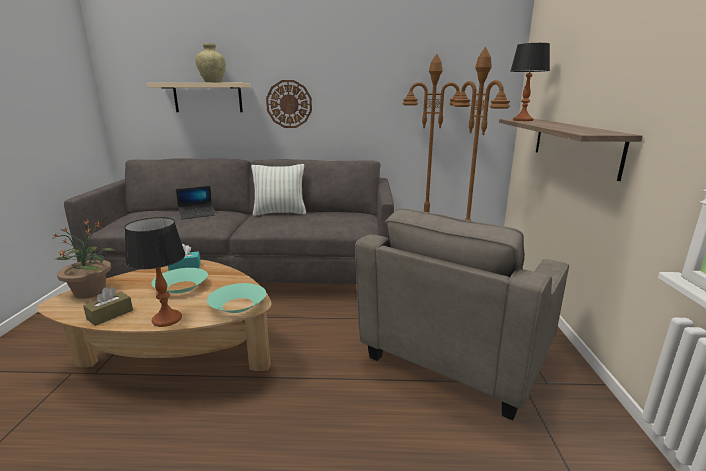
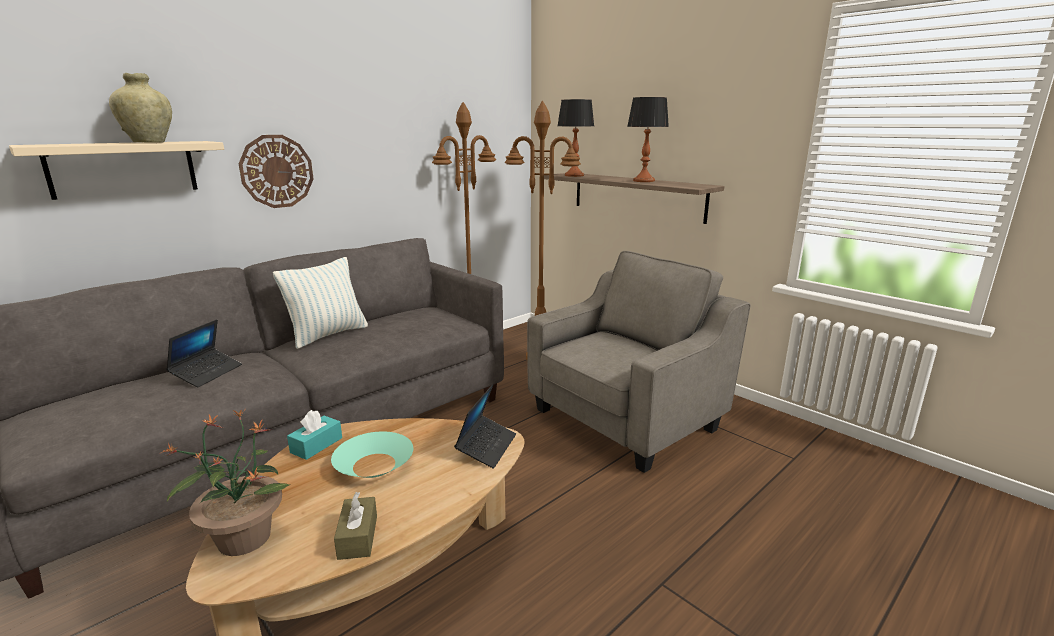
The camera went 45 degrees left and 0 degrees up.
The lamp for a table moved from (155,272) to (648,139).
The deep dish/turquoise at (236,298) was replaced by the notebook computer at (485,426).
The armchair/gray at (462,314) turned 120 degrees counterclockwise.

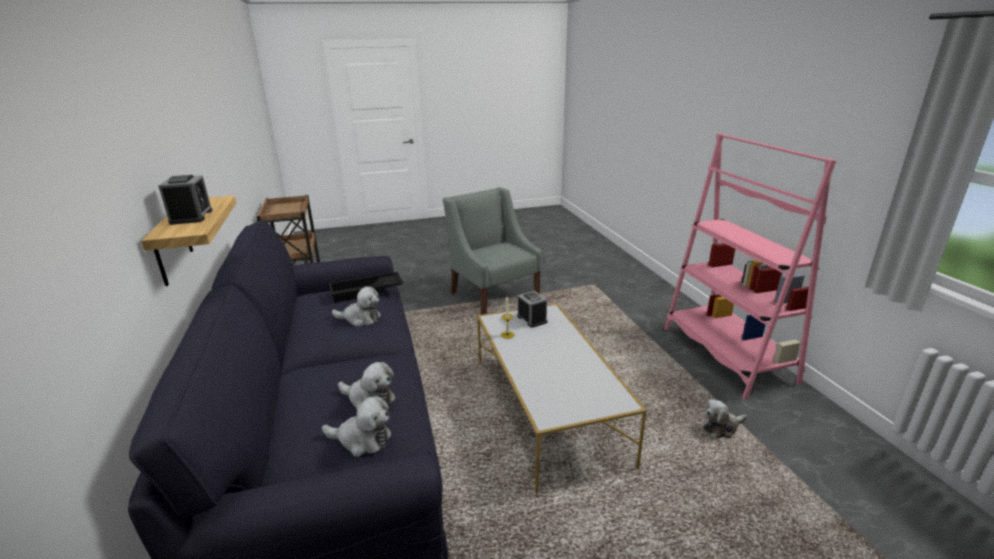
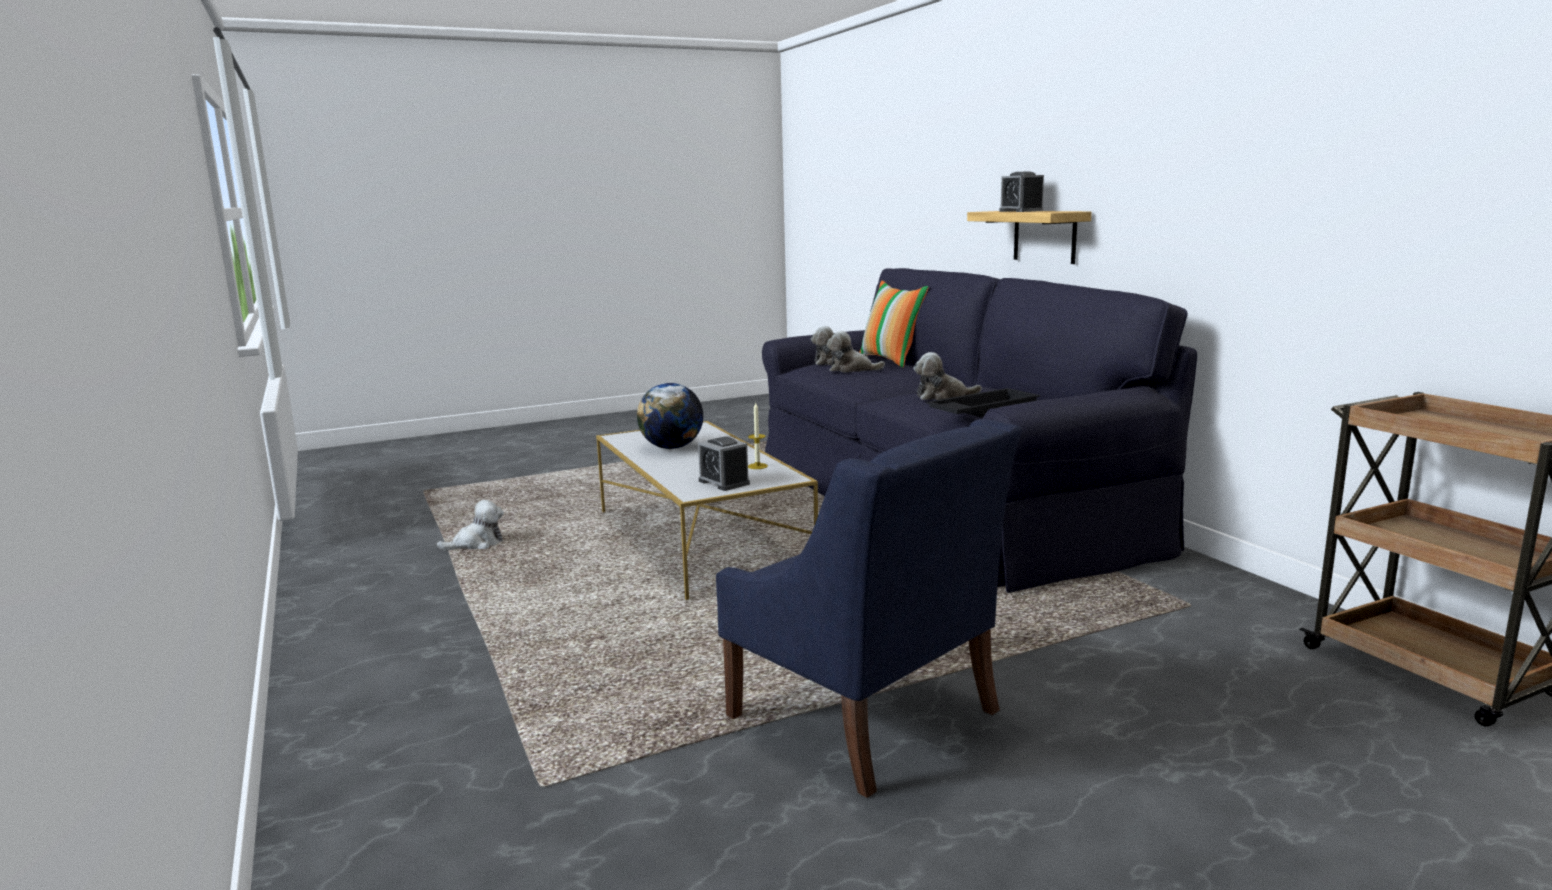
The camera went 170 degrees right and 10 degrees down.
The bookcase/pink-coloured at (750,266) disappeared.
The globe at (670,416) appeared.
The pillow at (894,324) appeared.
The armchair/gray at (492,251) became the armchair/bluish at (869,608).

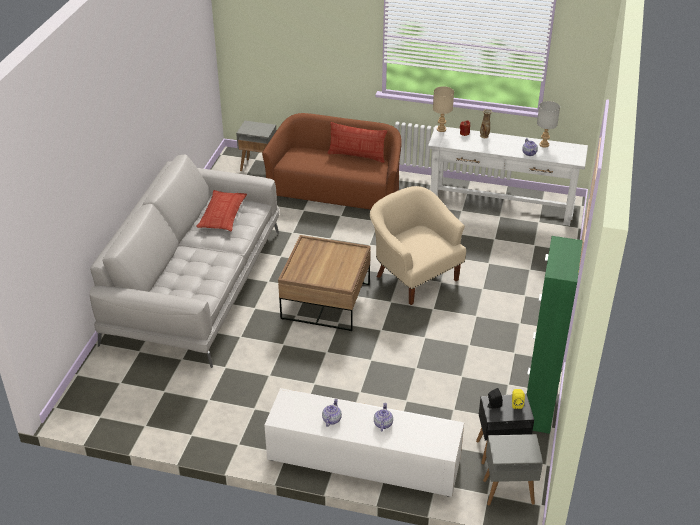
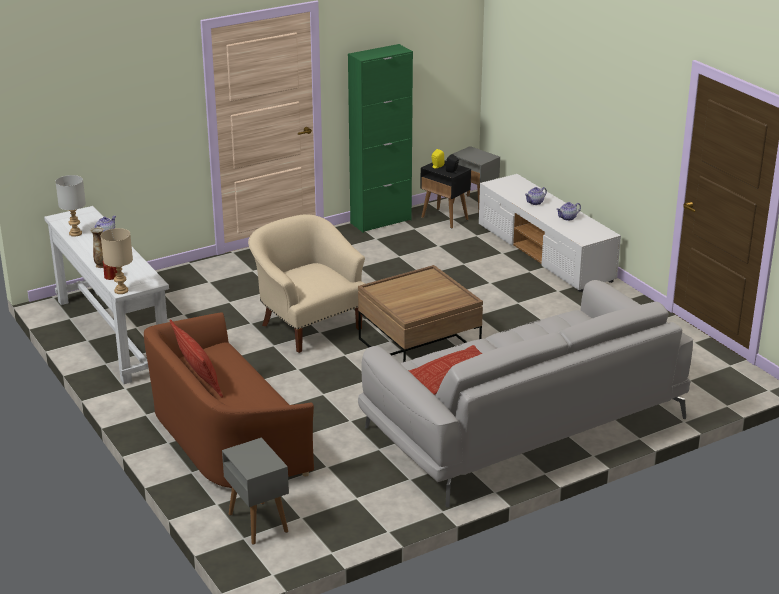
The camera went 135 degrees left and 10 degrees down.
The armchair/beige-coloured at (418,245) turned 135 degrees clockwise.

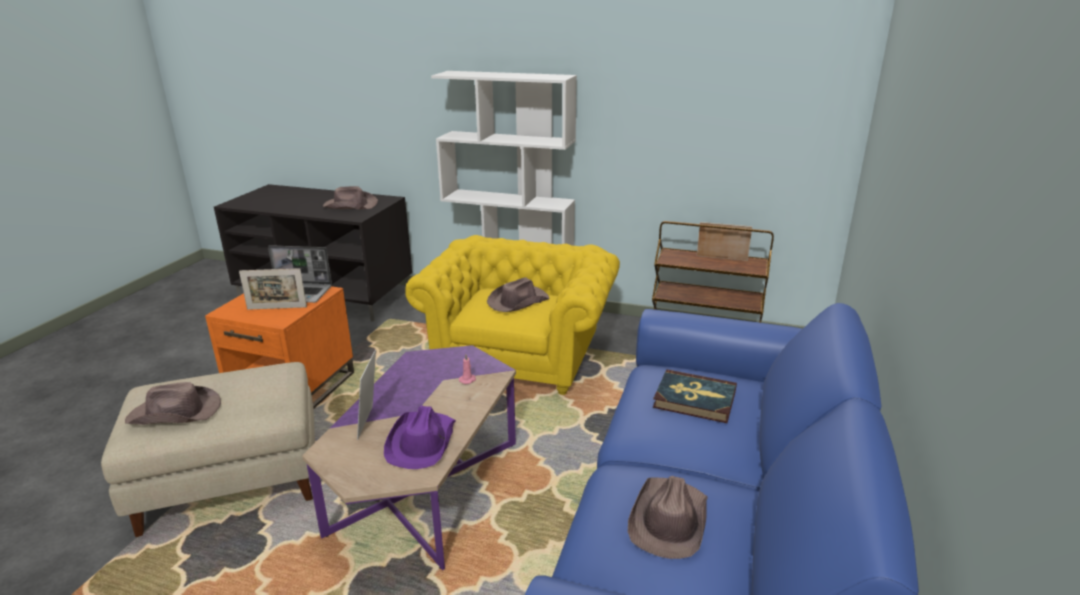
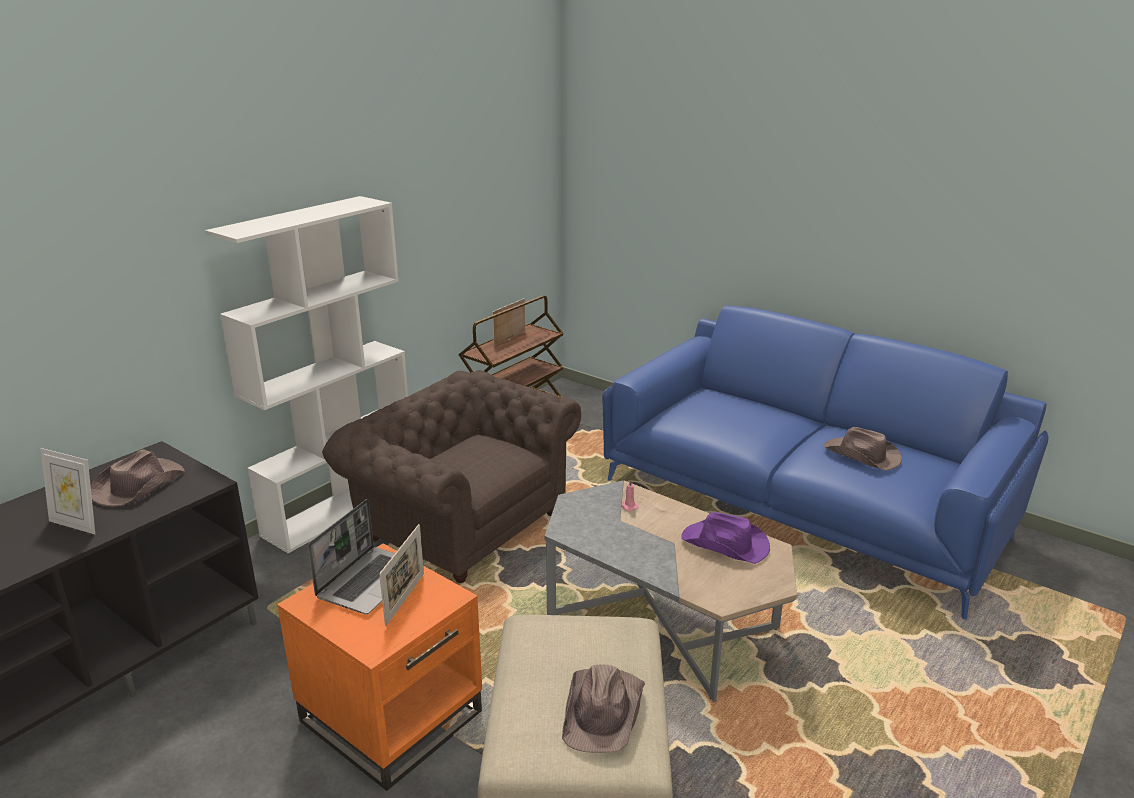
The camera went 70 degrees left and 0 degrees up.
The clothing hat/brownish at (518,294) disappeared.
The book at (695,396) disappeared.
The photo frame moved from (366,394) to (68,491).
The coffee table/purple-coloured at (409,457) became the coffee table/gray at (671,591).
The armchair/yellow-coloured at (512,315) became the armchair/brownish at (451,476).

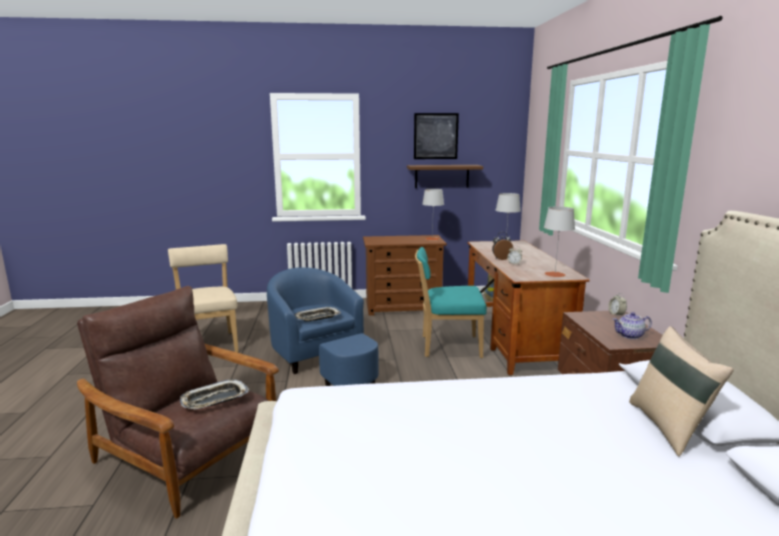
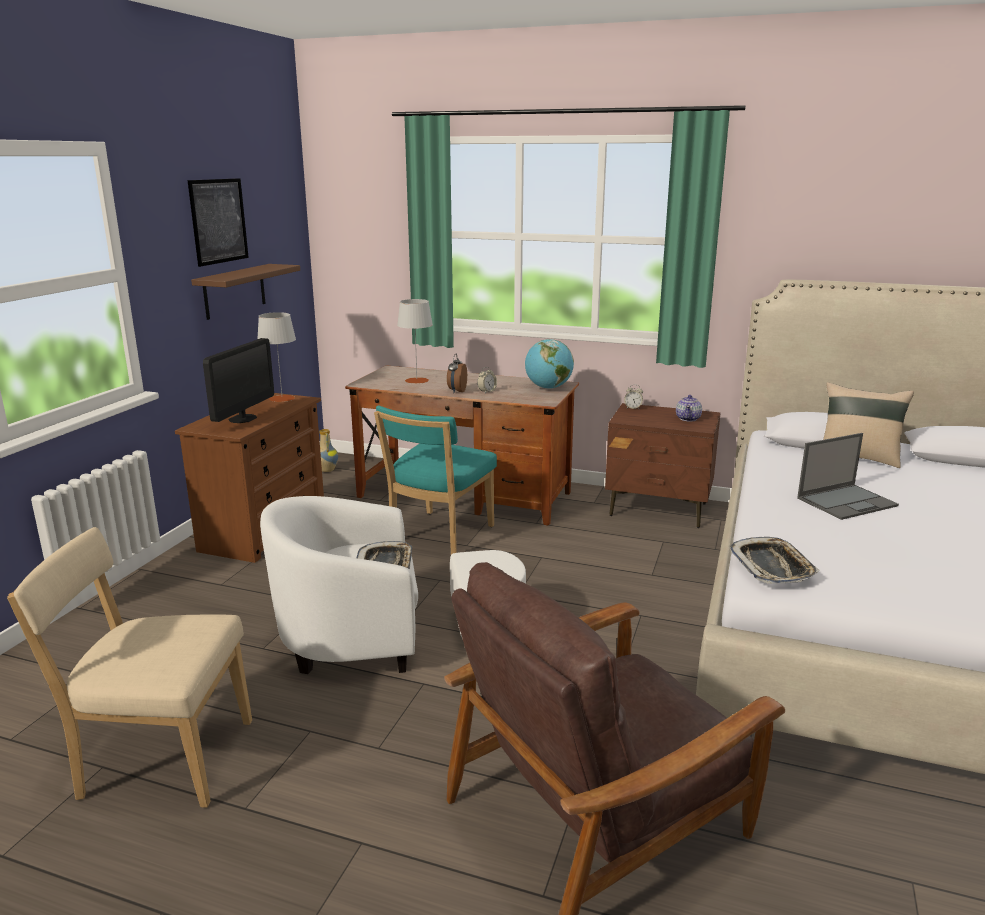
The camera went 65 degrees left and 5 degrees up.
The monitor at (238,380) appeared.
The notebook computer at (848,476) appeared.
The tray moved from (214,394) to (774,560).
The lamp for a table/gray at (559,241) was replaced by the globe at (549,364).
The armchair/bluish at (323,326) became the armchair/white-coloured at (393,585).

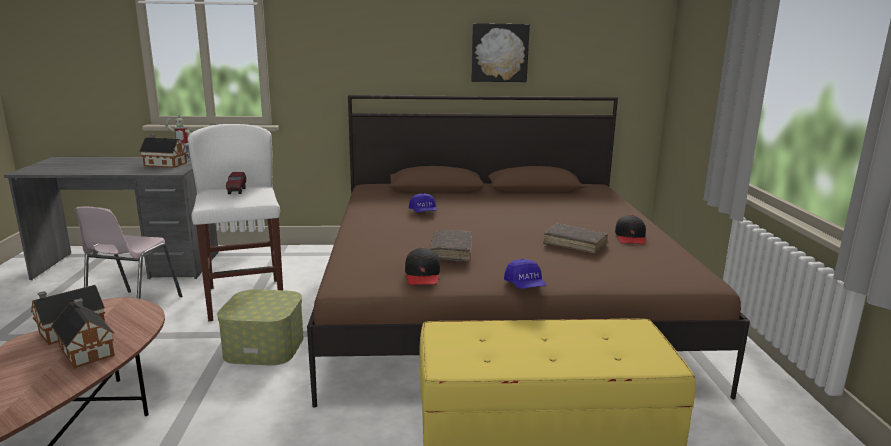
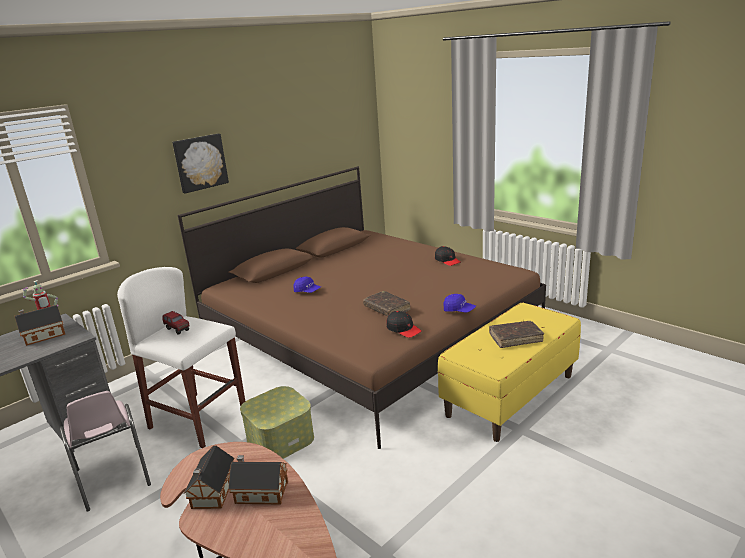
The camera went 40 degrees left and 5 degrees up.
The wall picture moved from (500,52) to (200,163).
The book/brownish moved from (575,238) to (516,334).

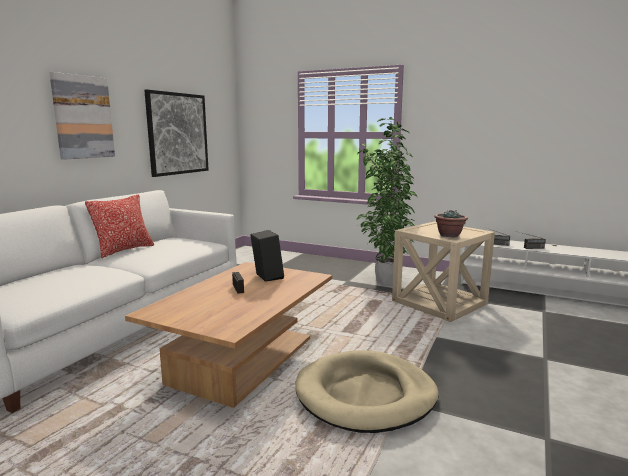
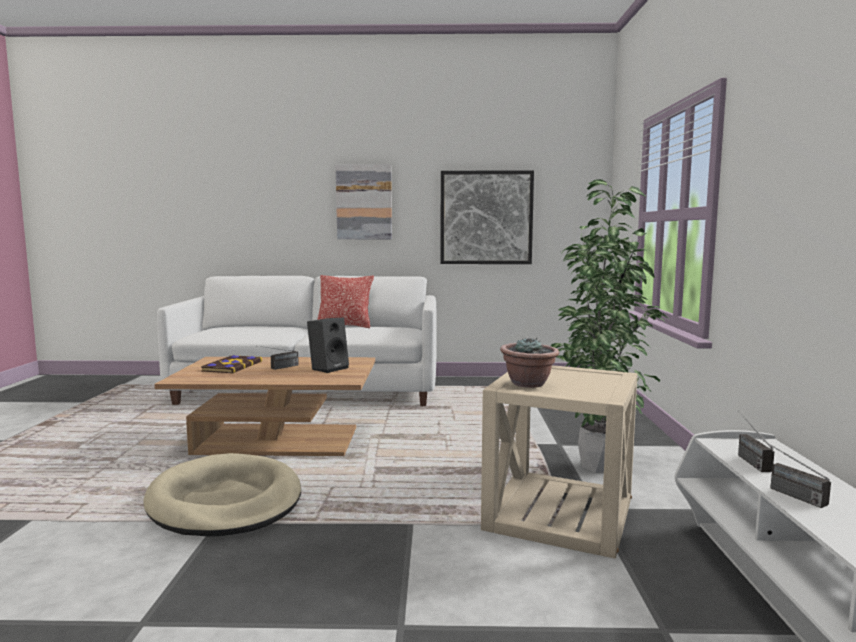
The camera went 65 degrees right and 5 degrees down.
The book at (231,364) appeared.

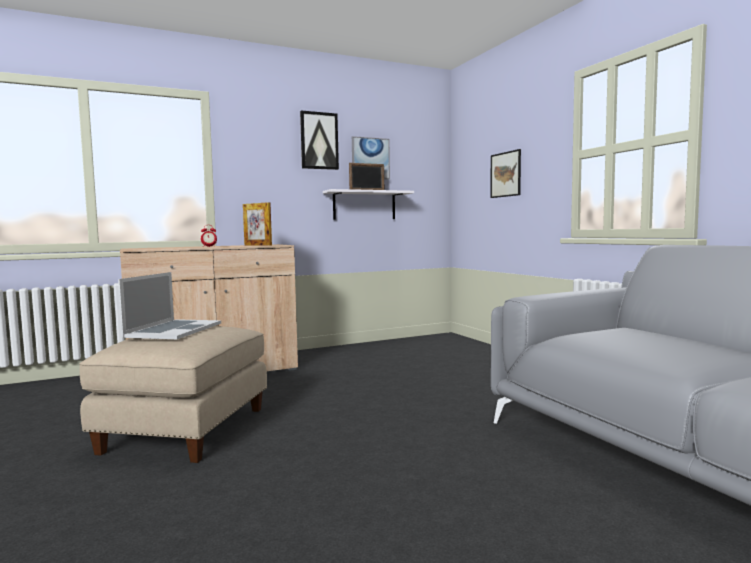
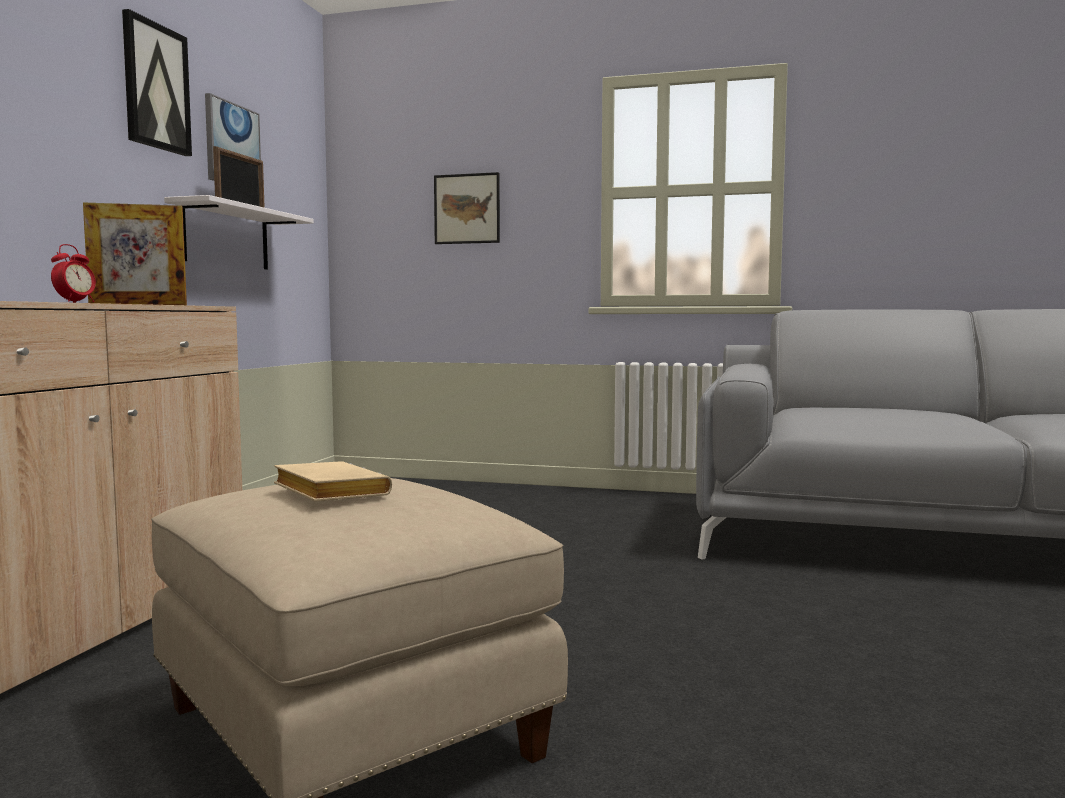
The camera went 50 degrees left and 0 degrees up.
The notebook computer at (169,305) was replaced by the book/beige-coloured at (333,481).

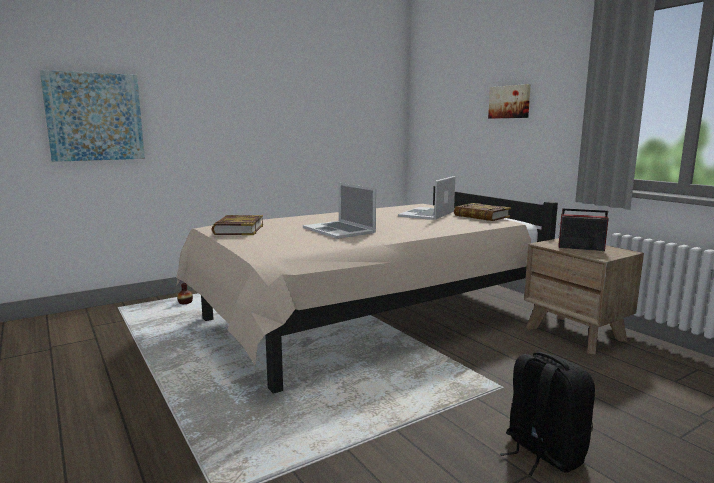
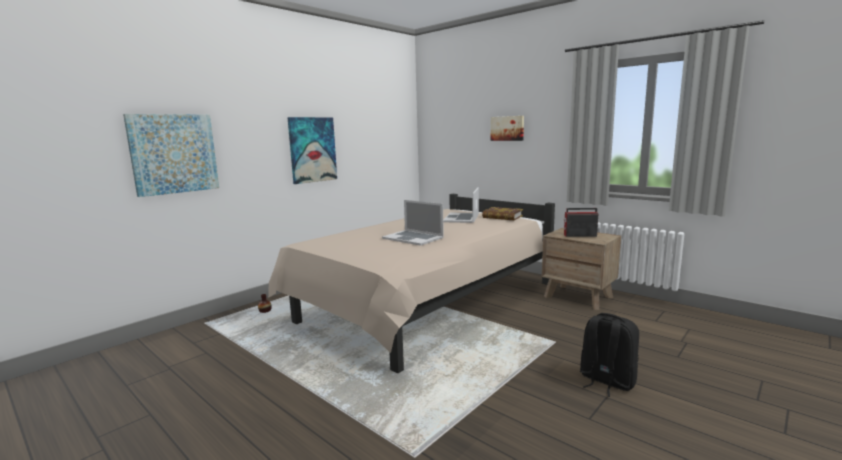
The camera went 15 degrees left and 0 degrees up.
The book at (237,225) disappeared.
The wall picture at (312,150) appeared.

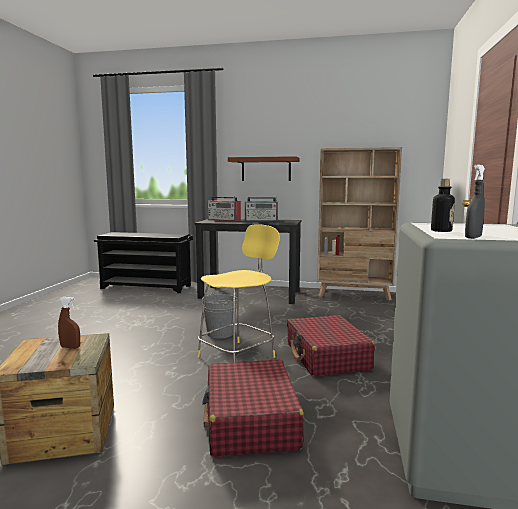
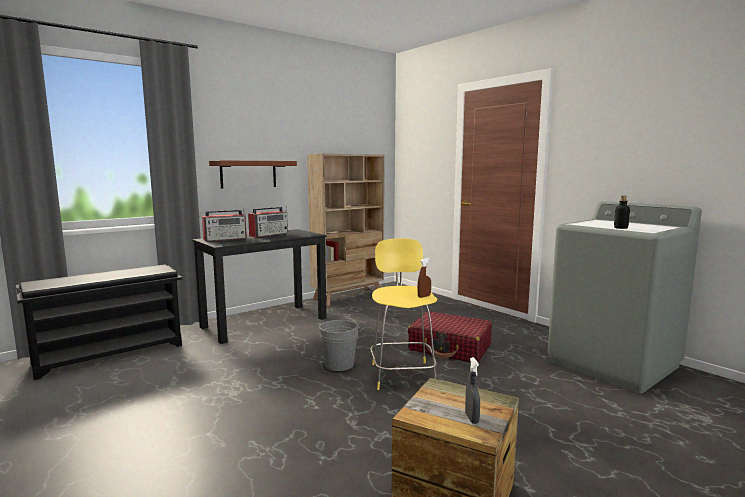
The camera went 50 degrees left and 0 degrees up.
The suitcase/red at (253,408) disappeared.
The spray bottle/brownish moved from (69,323) to (424,278).
The spray bottle/gray moved from (475,201) to (472,390).

